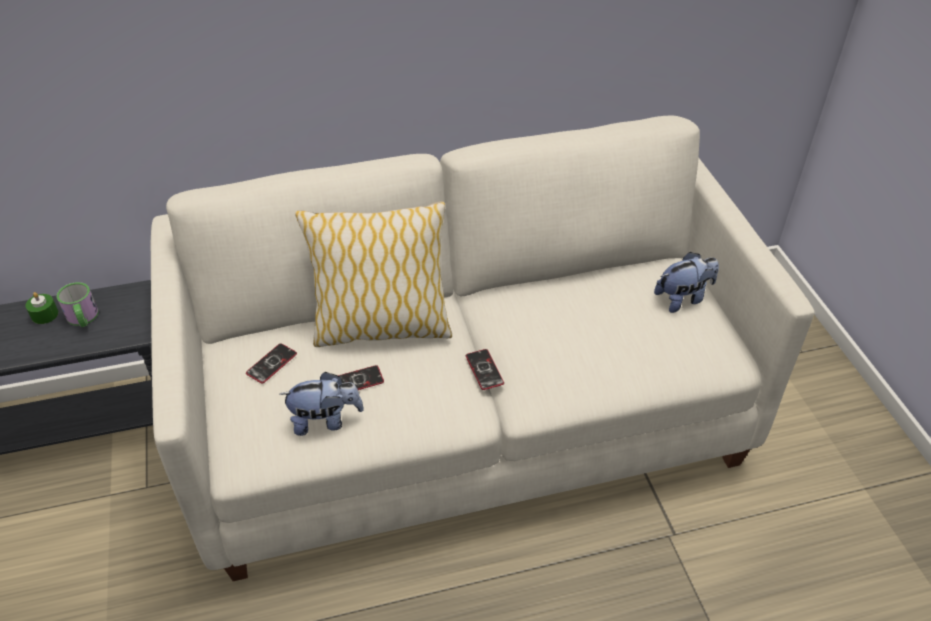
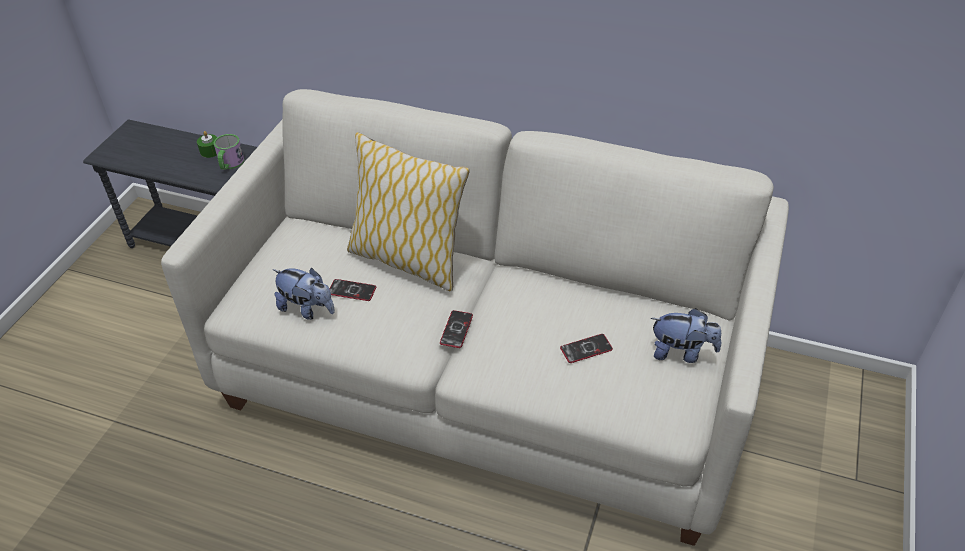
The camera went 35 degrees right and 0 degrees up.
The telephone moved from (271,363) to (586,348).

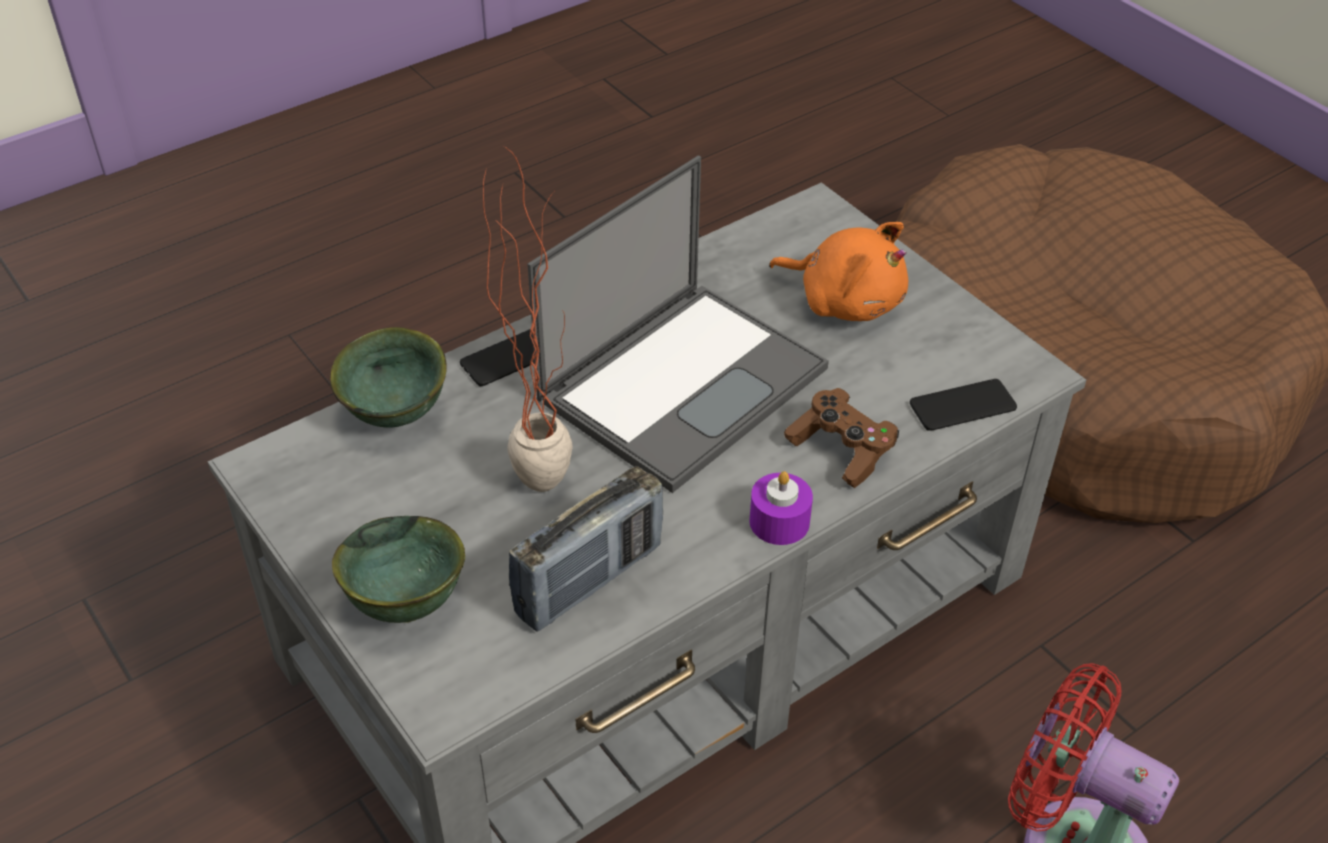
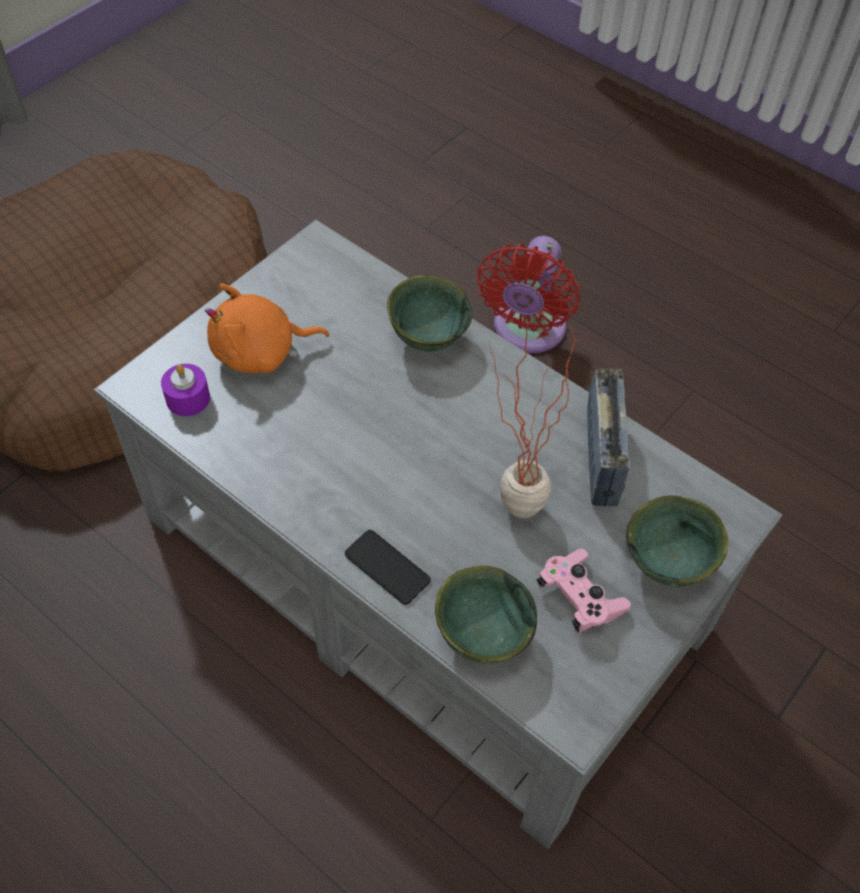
The camera went 105 degrees left and 10 degrees up.
The notebook computer at (678,324) disappeared.
The telephone at (963,405) disappeared.
The joypad/pink-coloured at (584,591) appeared.
The wax candle/purple-coloured moved from (781,508) to (185,390).
The joypad/brownish at (841,438) was replaced by the deep dish/greenish at (429,313).
The radio at (586,549) turned 60 degrees clockwise.
The plush toy/orange-coloured at (838,271) turned 120 degrees counterclockwise.

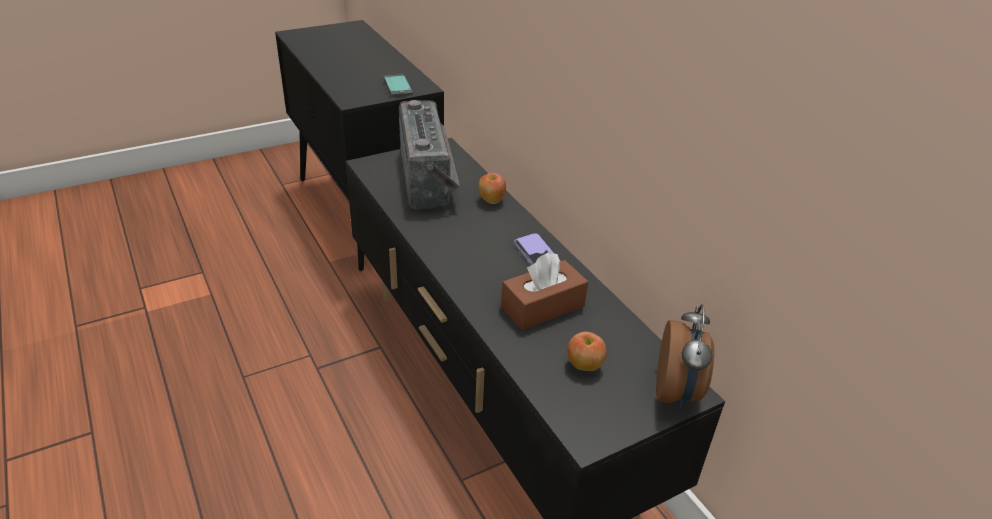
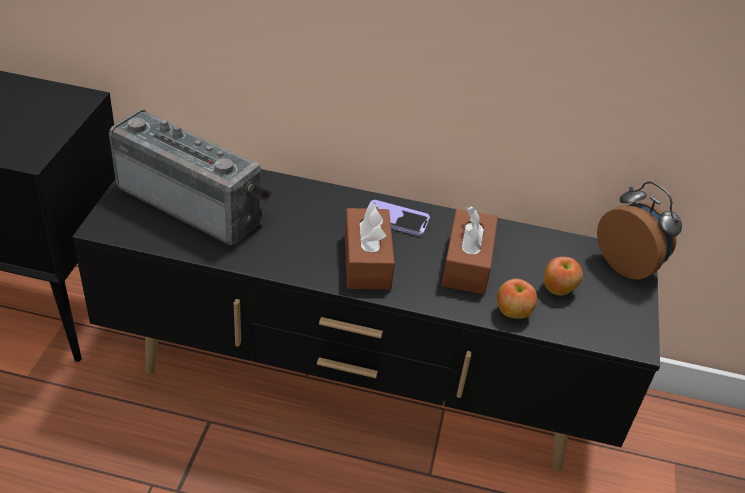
The camera went 50 degrees left and 5 degrees up.
The telephone at (398,85) disappeared.
The box of tissues/brownish at (370,246) appeared.
The apple fruit moved from (492,188) to (517,299).

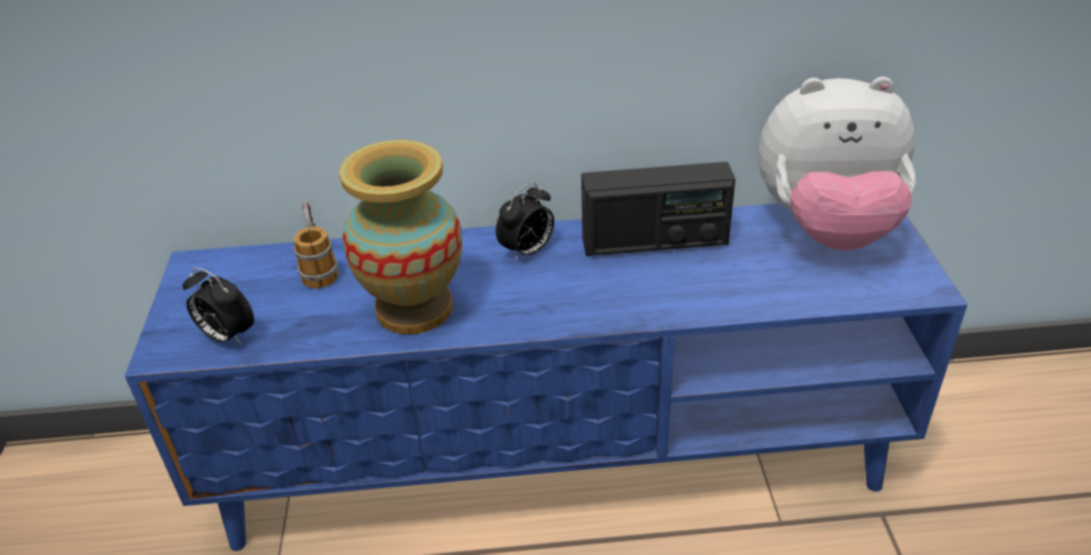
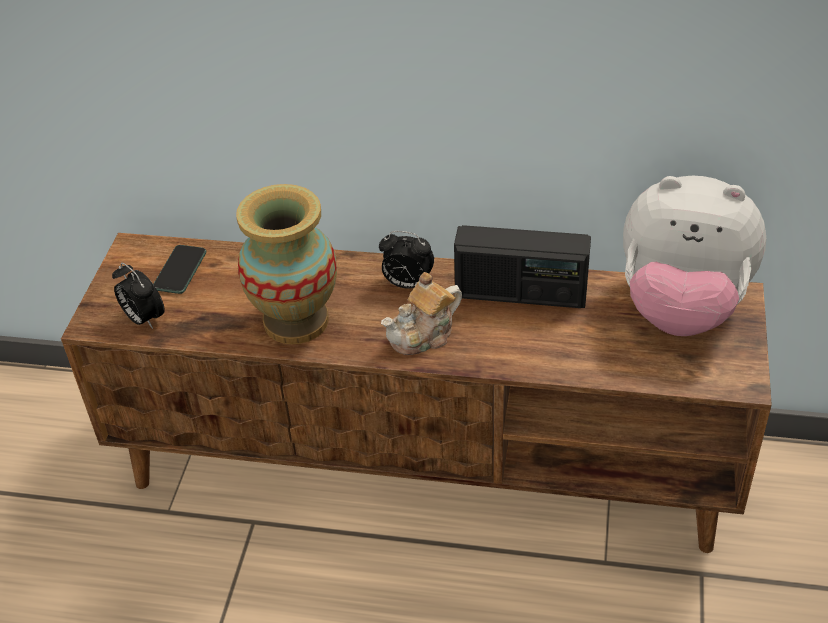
The camera went 15 degrees right and 5 degrees up.
The coffee mug at (316,245) disappeared.
The telephone at (179,269) appeared.
The teapot at (421,313) appeared.
The tv unit/bluish at (546,377) became the tv unit/brownish at (416,393).
The alarm clock at (525,222) turned 45 degrees clockwise.

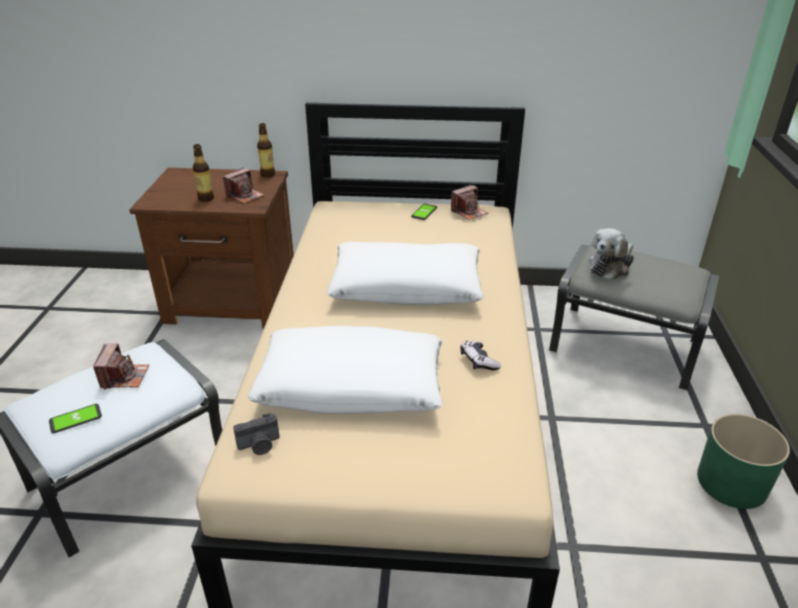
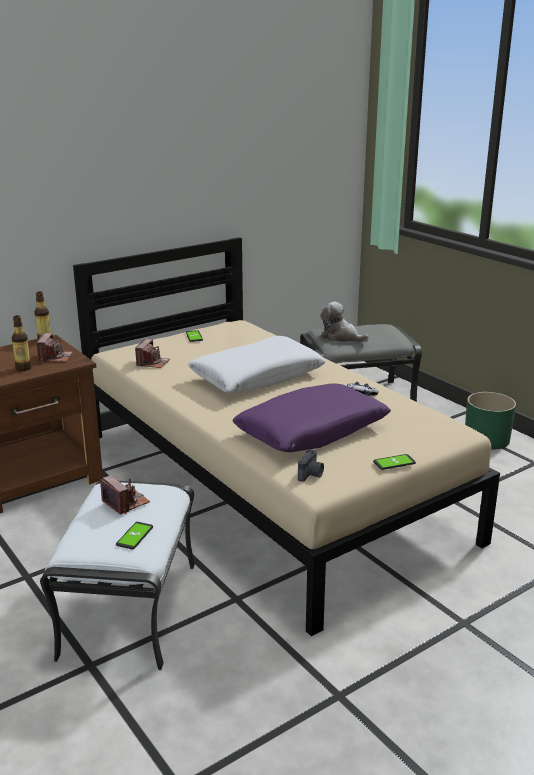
The camera went 40 degrees left and 10 degrees down.
The telephone at (394,462) appeared.
The photo camera moved from (469,202) to (152,353).
The pillow/white-coloured at (345,370) became the pillow/purple-coloured at (312,417).
The plush toy at (611,254) turned 120 degrees clockwise.

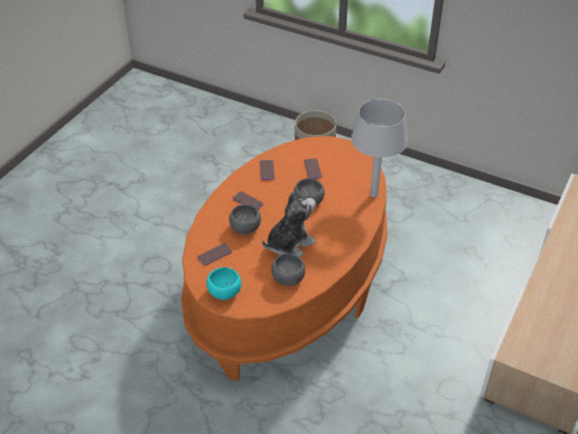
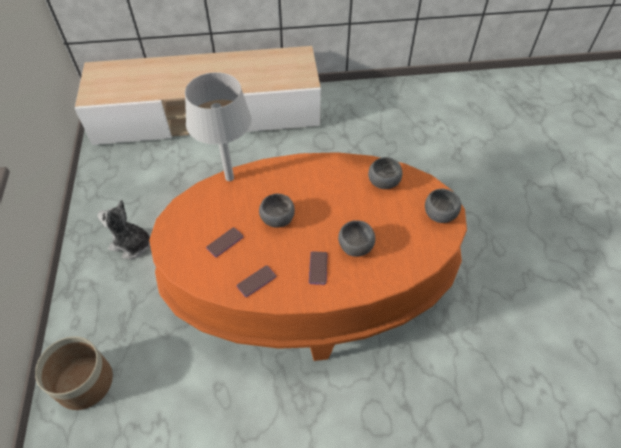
The camera went 125 degrees left and 10 degrees up.
The telephone at (215,254) disappeared.
The plush toy moved from (289,224) to (123,229).
The deep dish/turquoise at (223,283) became the deep dish/gray at (443,206).

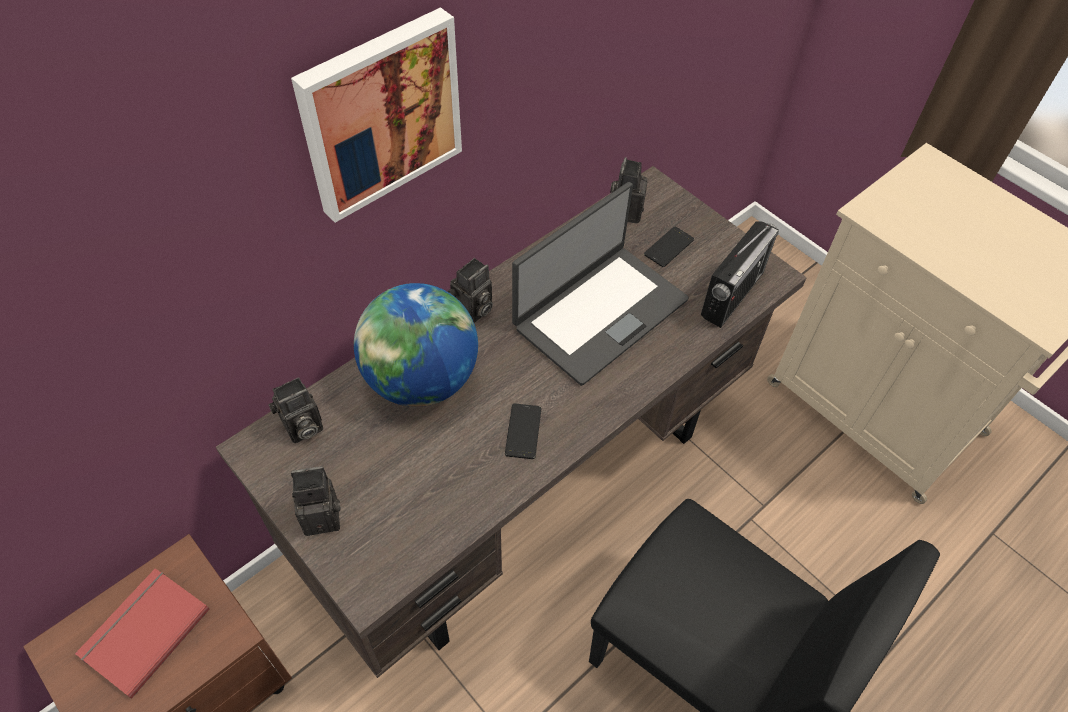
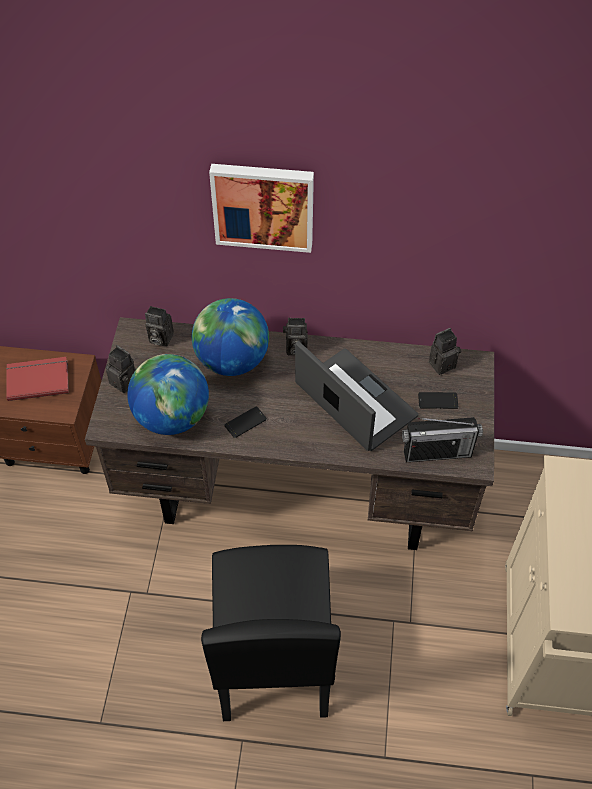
The camera went 50 degrees right and 0 degrees up.
The globe at (168,394) appeared.
The notebook computer at (600,284) turned 135 degrees counterclockwise.

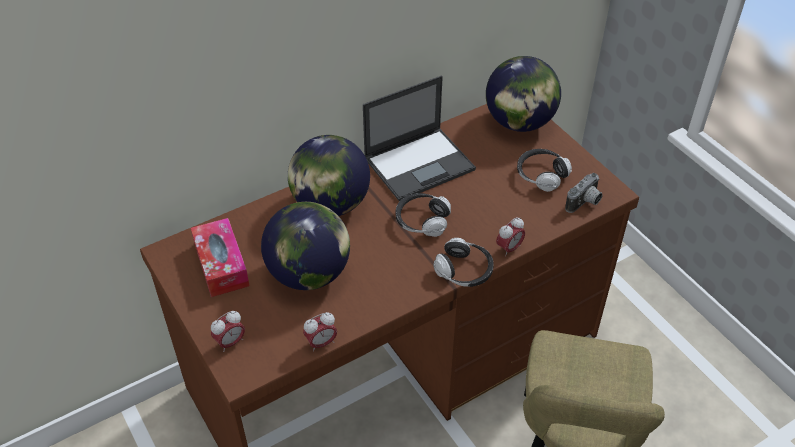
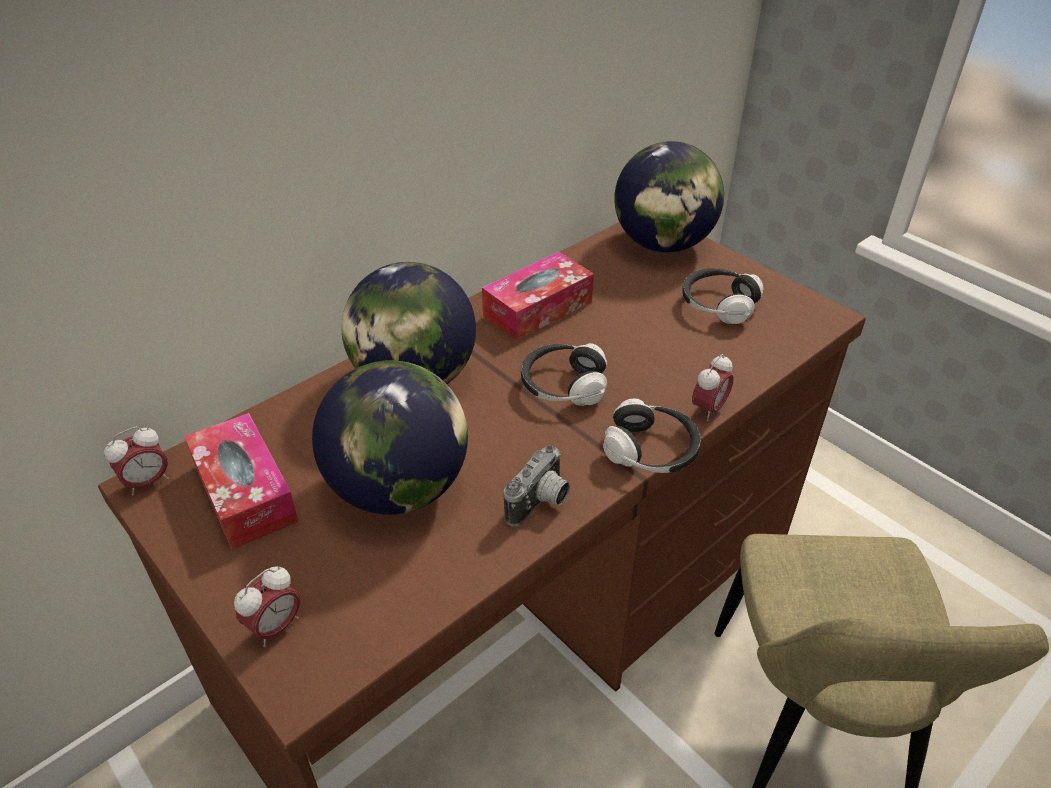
The camera went 10 degrees left and 5 degrees down.
The alarm clock moved from (320,332) to (136,460).
The photo camera moved from (584,193) to (537,485).
The notebook computer at (419,139) was replaced by the box of tissues at (538,296).

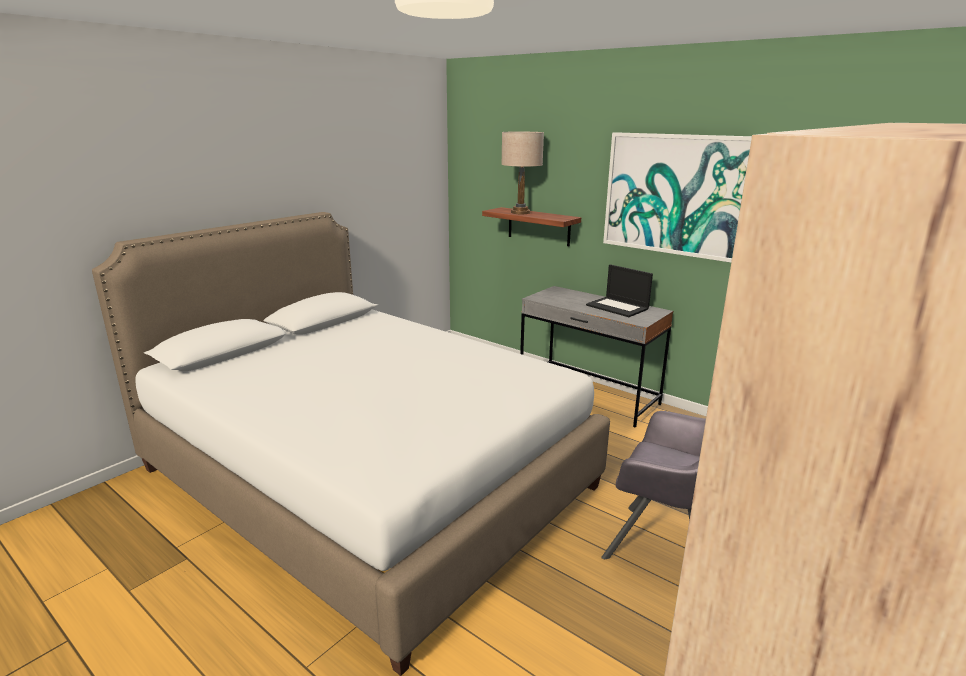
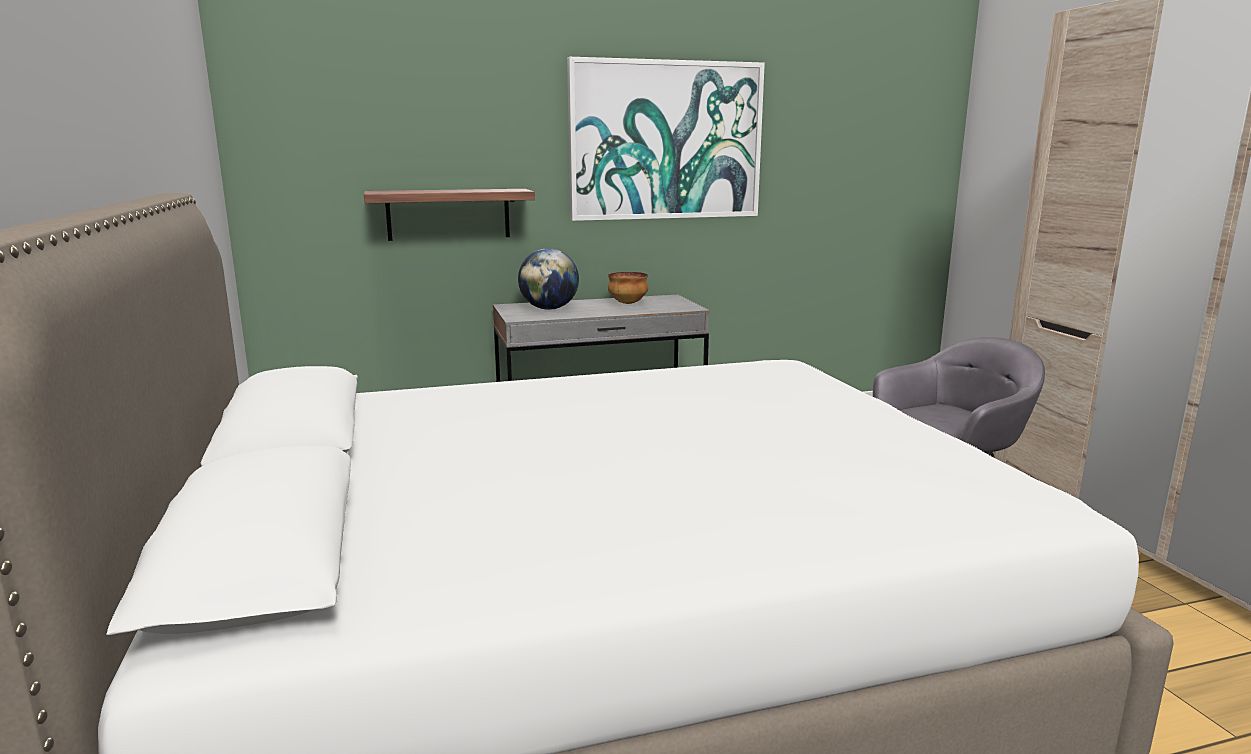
The camera went 55 degrees left and 5 degrees down.
The lamp for a table/beige-coloured at (522,173) disappeared.
The globe at (548,279) appeared.
The notebook computer at (619,290) was replaced by the deep dish at (628,288).

